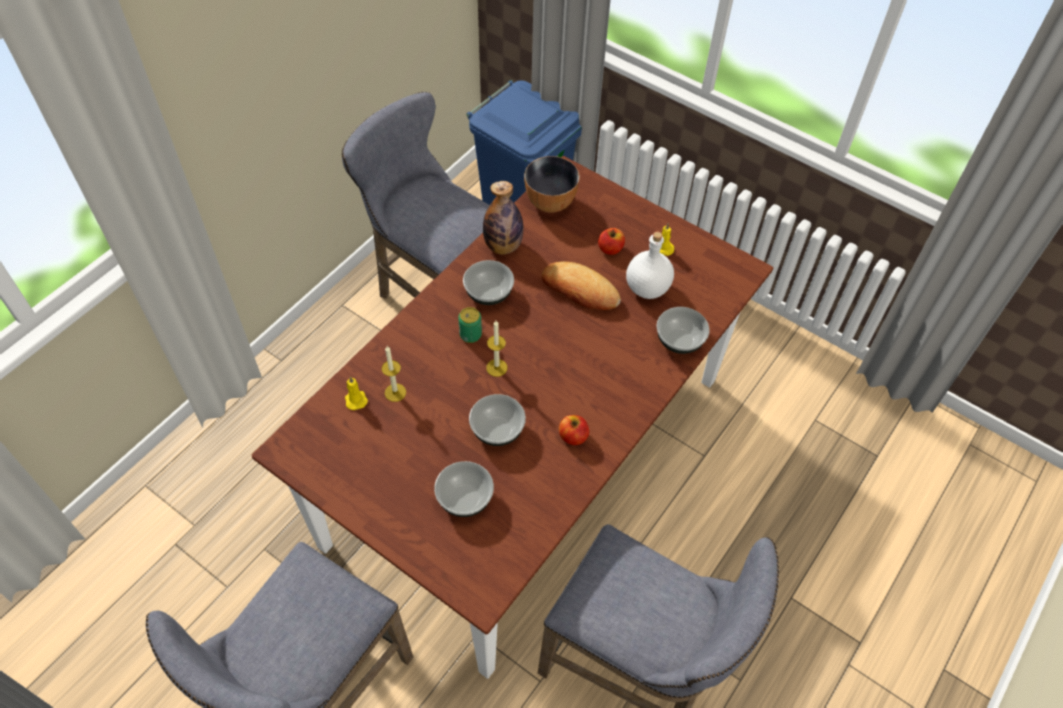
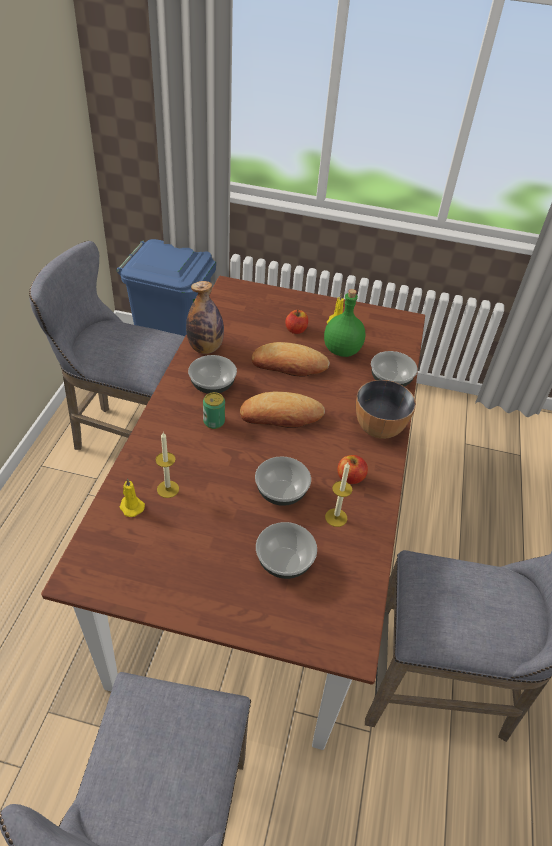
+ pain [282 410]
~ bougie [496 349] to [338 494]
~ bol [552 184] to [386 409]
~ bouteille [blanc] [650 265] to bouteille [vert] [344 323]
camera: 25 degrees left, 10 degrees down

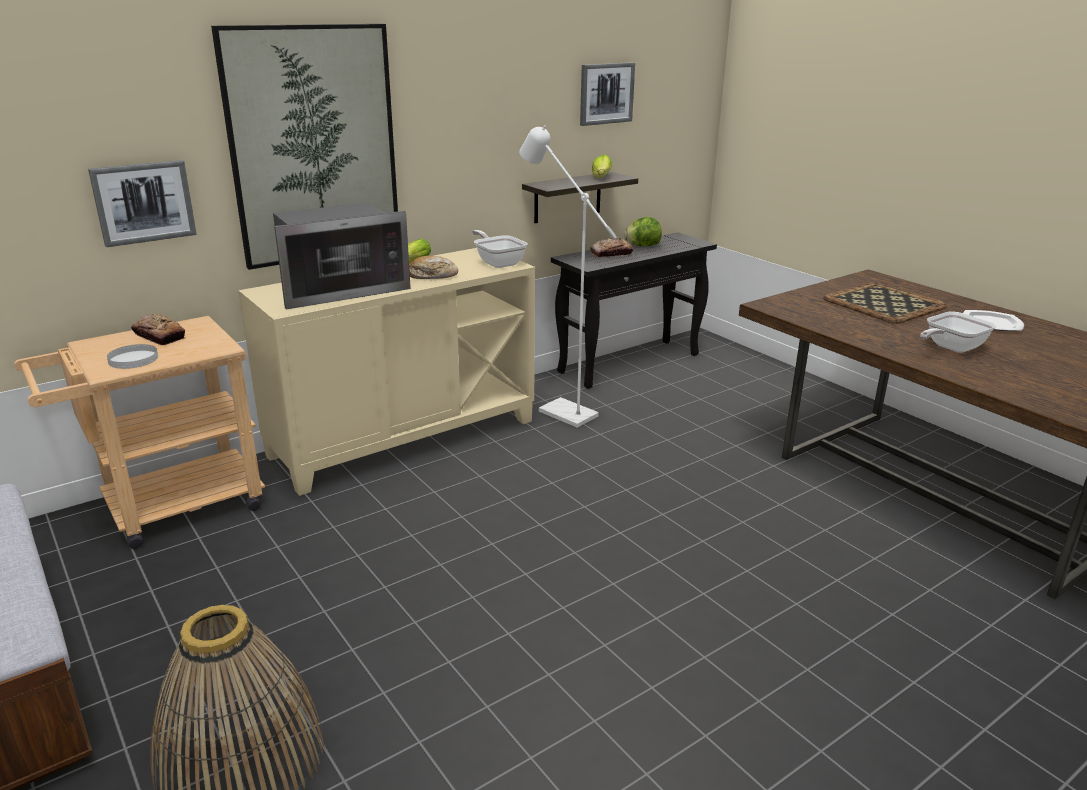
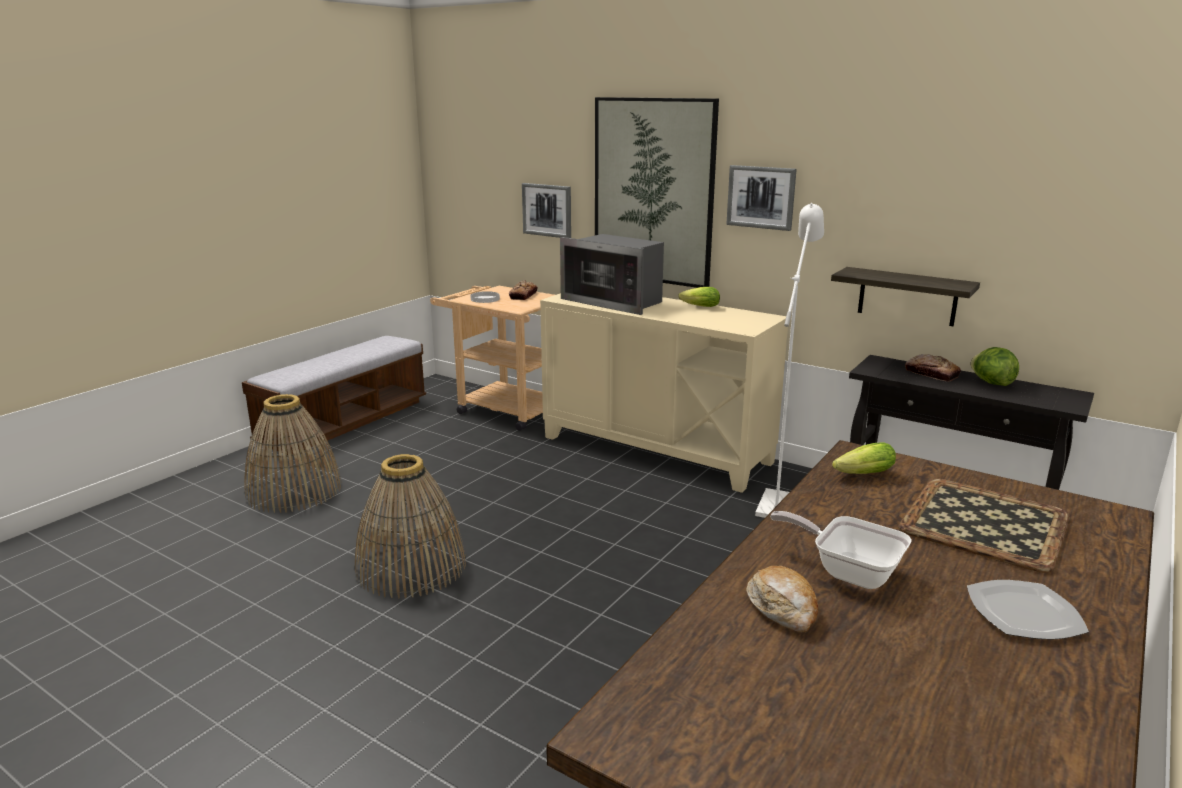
- poêle [500 249]
+ panier [410 526]
~ pain [433 267] to [782 599]
~ tableau [607 94] to [761 198]
~ laitue [602 166] to [864 458]
camera: 70 degrees right, 5 degrees down

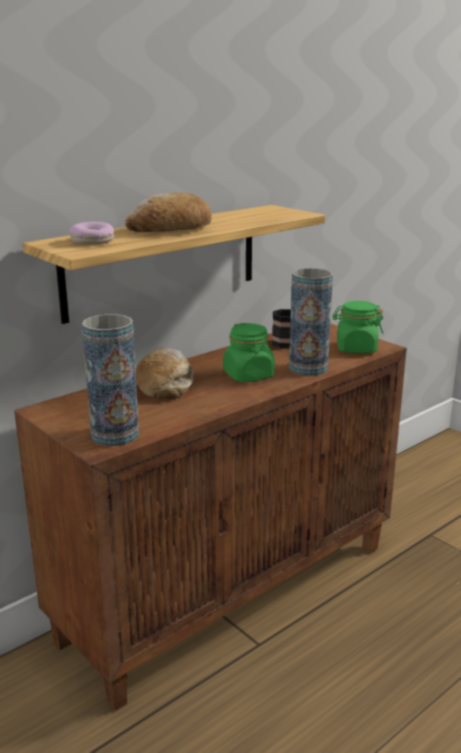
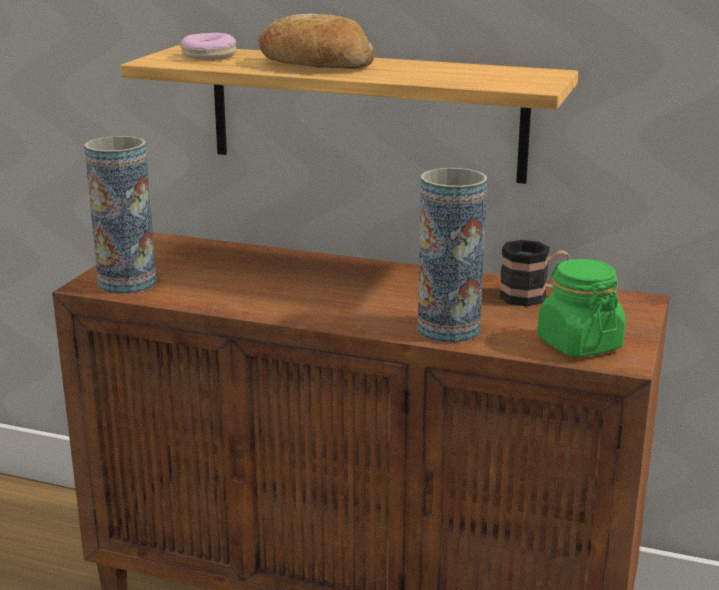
- pain [165 373]
- bocal [vert] [249 352]
camera: 60 degrees right, 0 degrees up

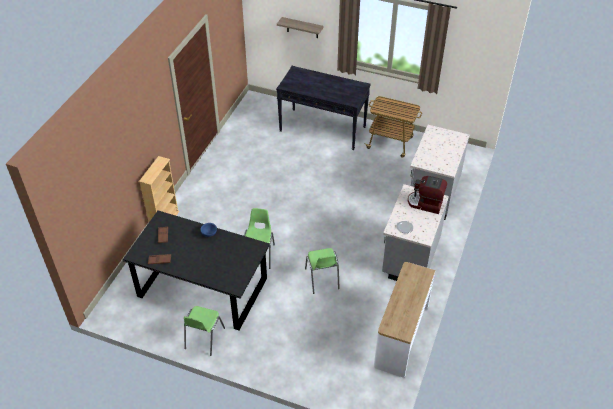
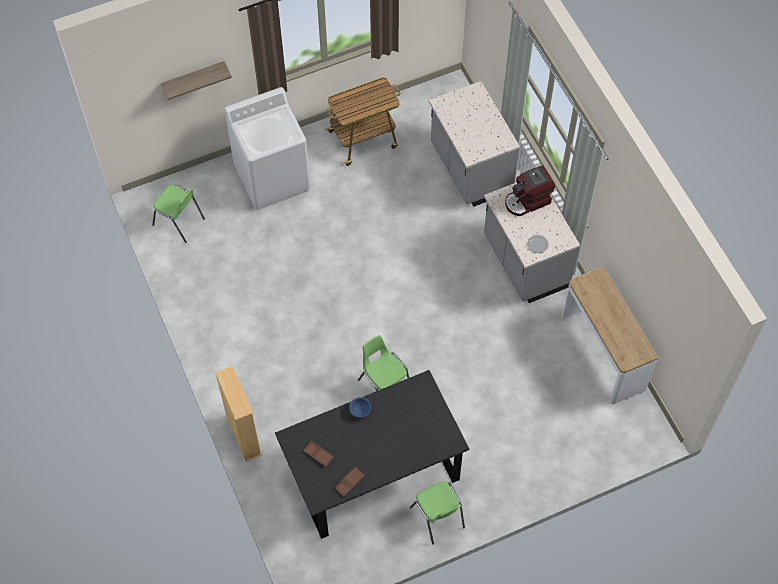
~ chaise [vert] [322 271] to [178 214]
~ table console [noir] [323 108] to lave-linge [blanc] [267 148]
camera: 45 degrees left, 15 degrees up

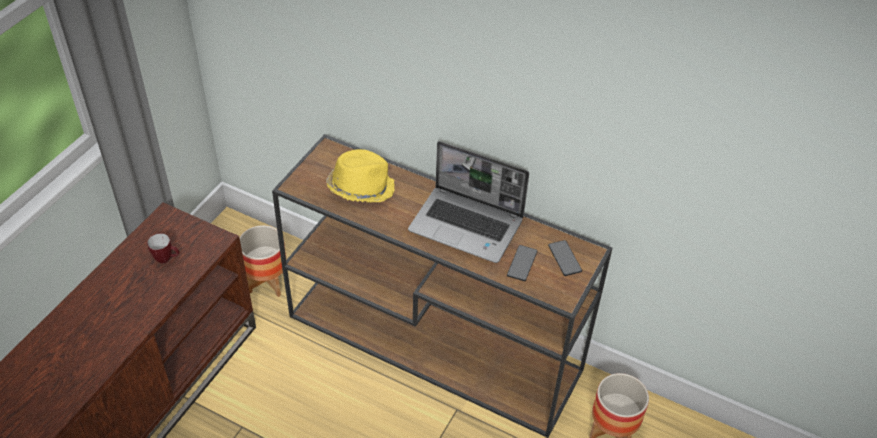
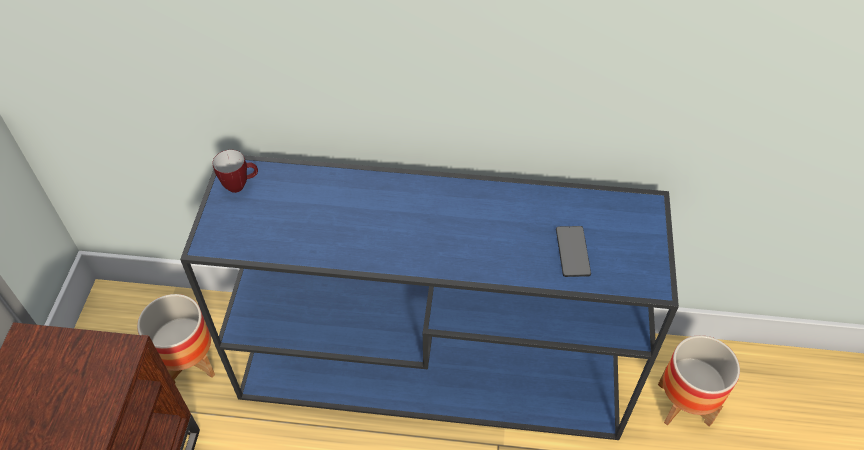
- chapeau [jaune] [360 176]
- ordinateur portable [468 202]
- téléphone [565 258]
~ mug [163 248] to [235 171]
~ table console [marron] [442 286] to table console [bleu] [429 297]
camera: 20 degrees left, 5 degrees up

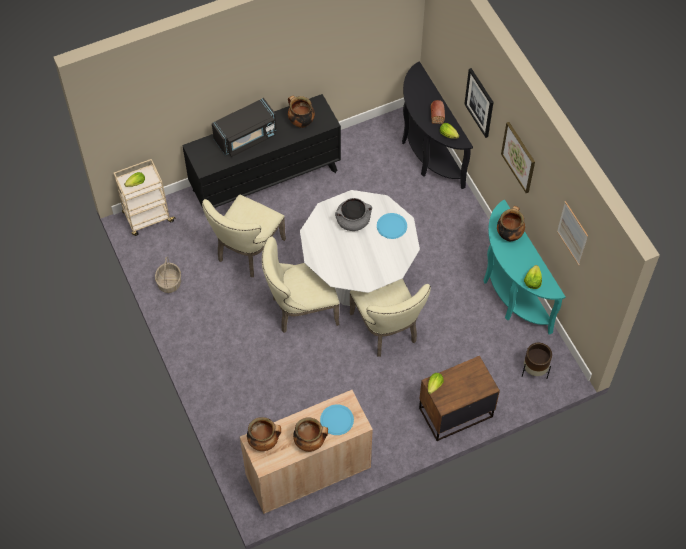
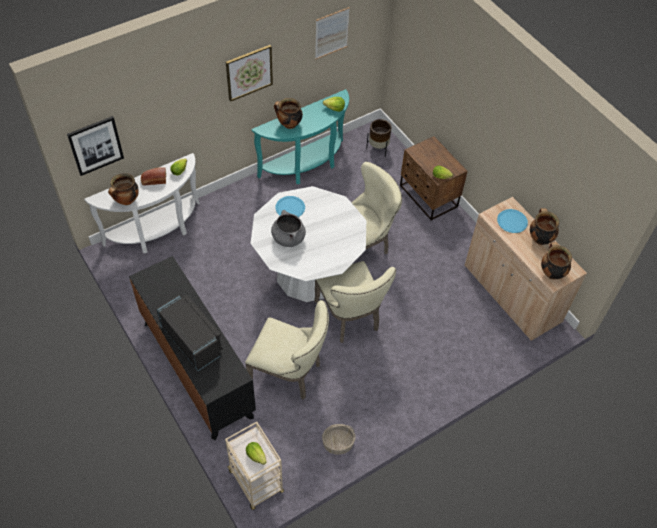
~ marmite [301 112] to [123 189]
~ tableau [478 103] to [95 146]
~ table console [noir] [437 125] to table console [blanc] [142 203]
camera: 100 degrees left, 5 degrees down

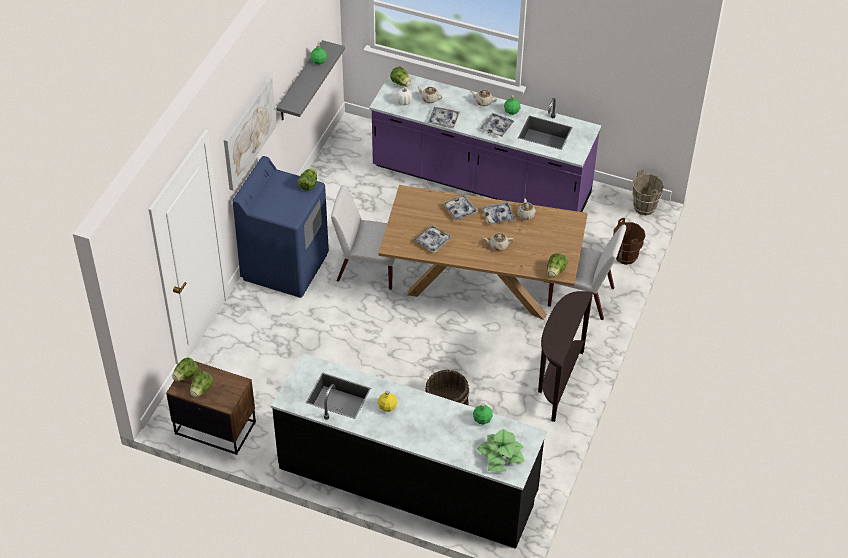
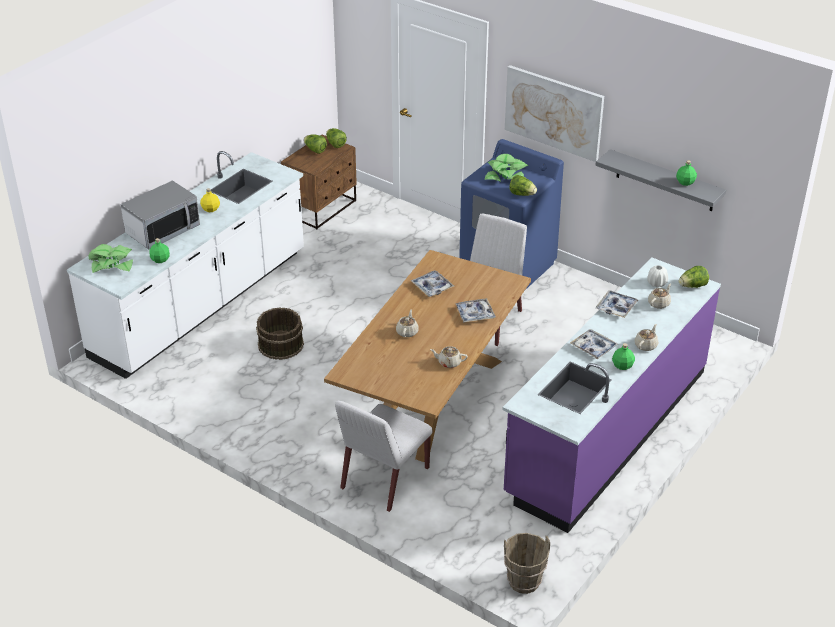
- plateau [498 213]
- table console [marron] [565 356]
- laitue [558 265]
- seau [marron] [629 241]
+ micro-ondes [160 214]
+ plante en pot [506 168]
~ comptoir de cuisine [noir] [409 451] to comptoir de cuisine [blanc] [185 265]
camera: 105 degrees right, 10 degrees down

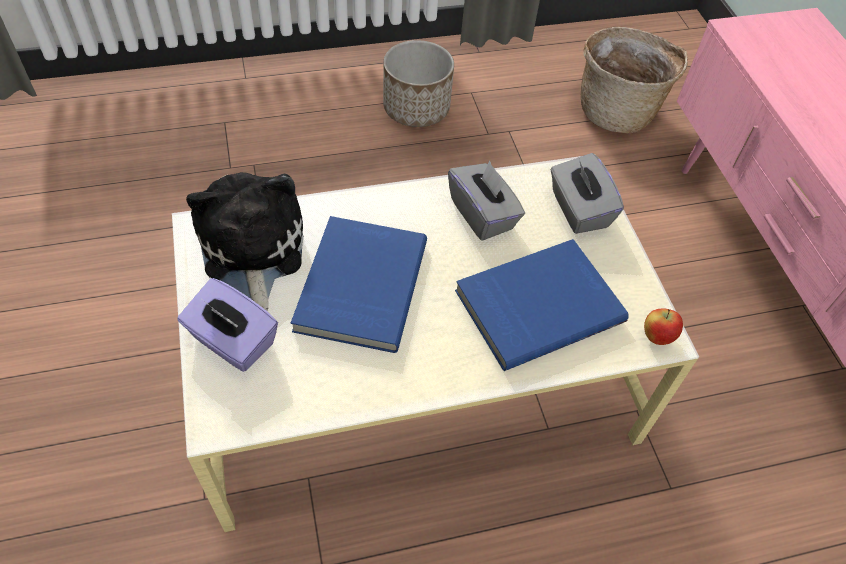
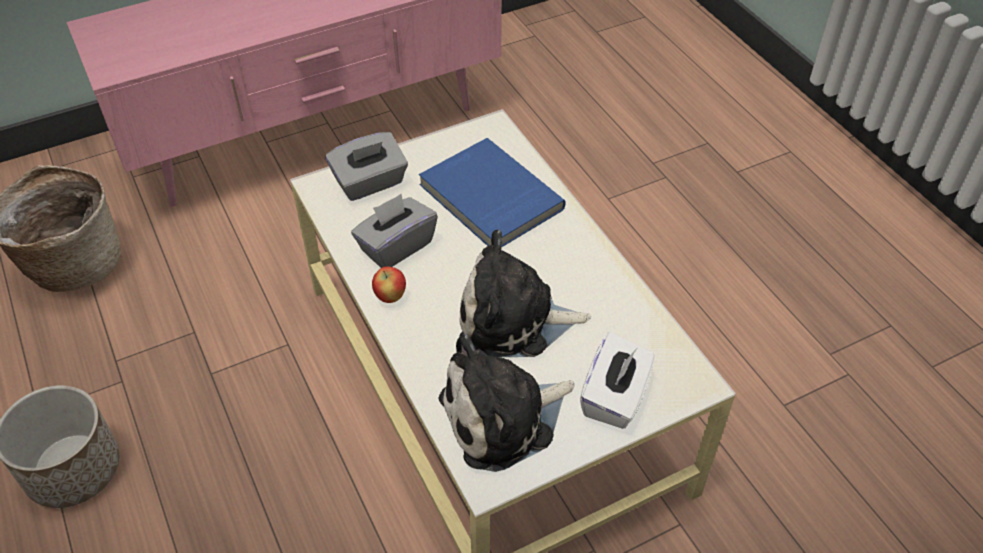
~ pomme [663 326] to [389 284]
~ livre [bleu] [359 284] to peluche [525 293]
~ boîte à mouchoirs [violet] [227 325] to boîte à mouchoirs [blanc] [617 380]
camera: 100 degrees left, 5 degrees down

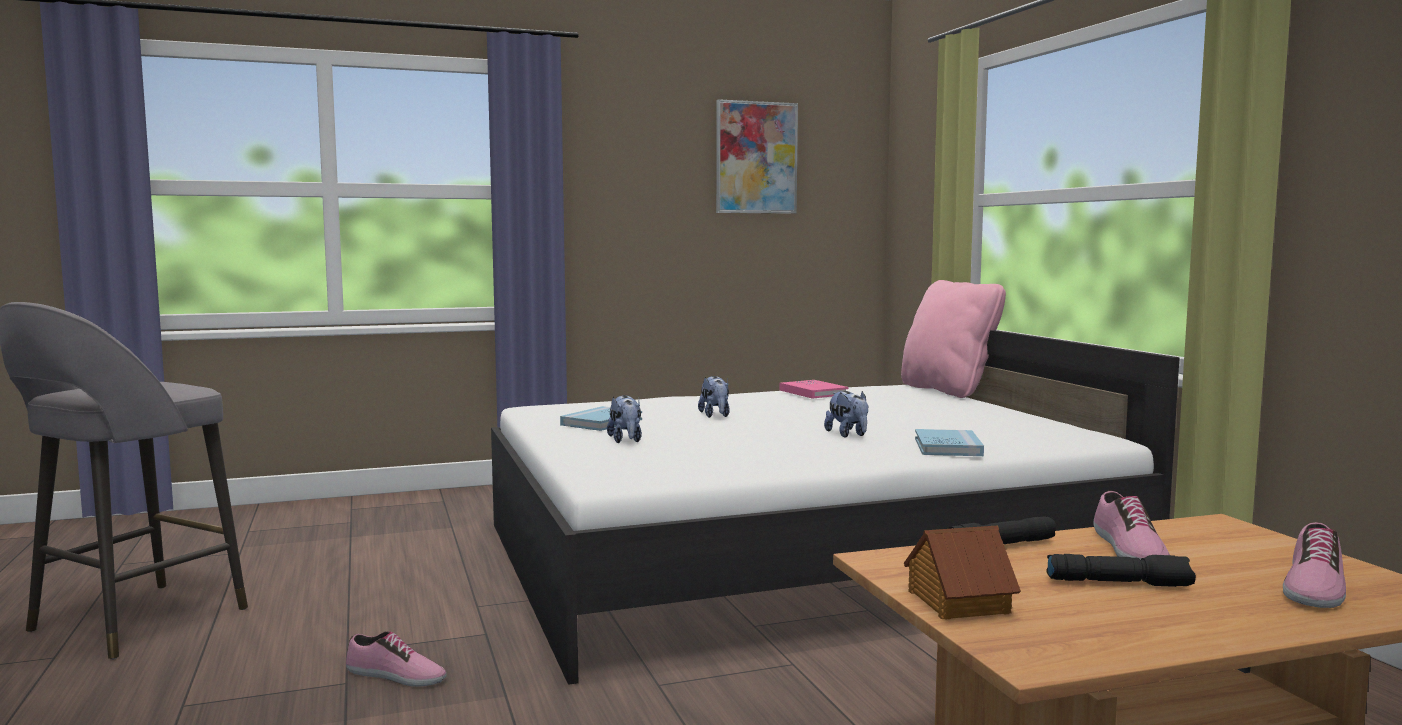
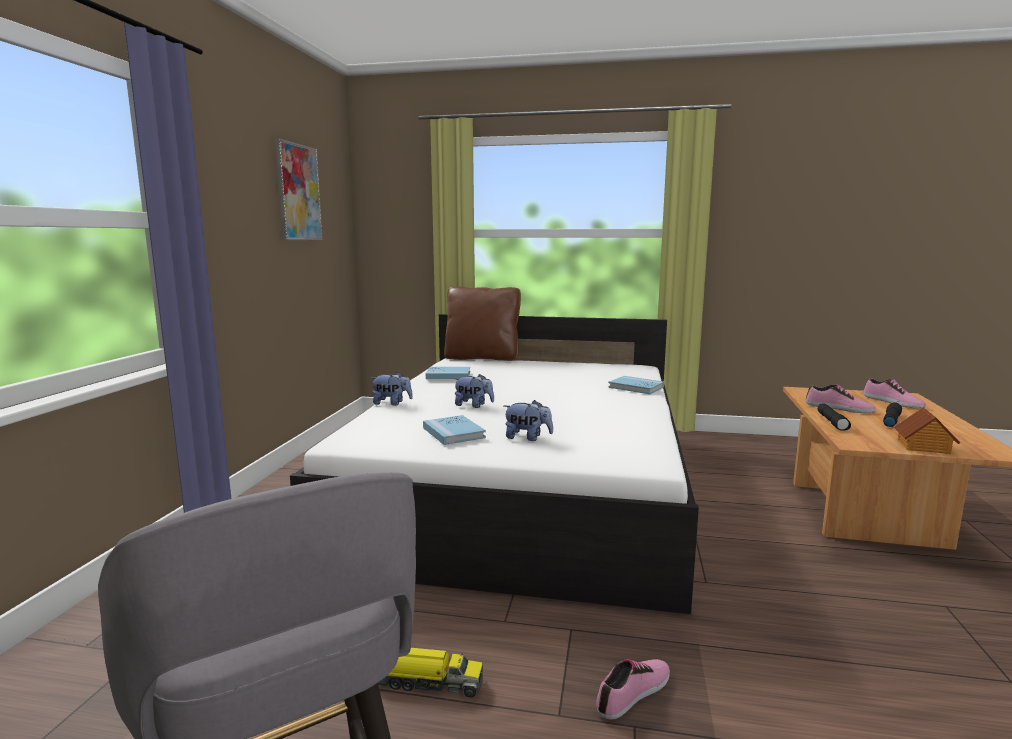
+ camion jouet [430 672]
~ peluche [846 414] to [391 389]
~ livre [rose] [814 389] to livre [bleu] [448 373]
~ coussin [rose] [953 339] to coussin [marron] [482 324]
camera: 60 degrees left, 5 degrees up

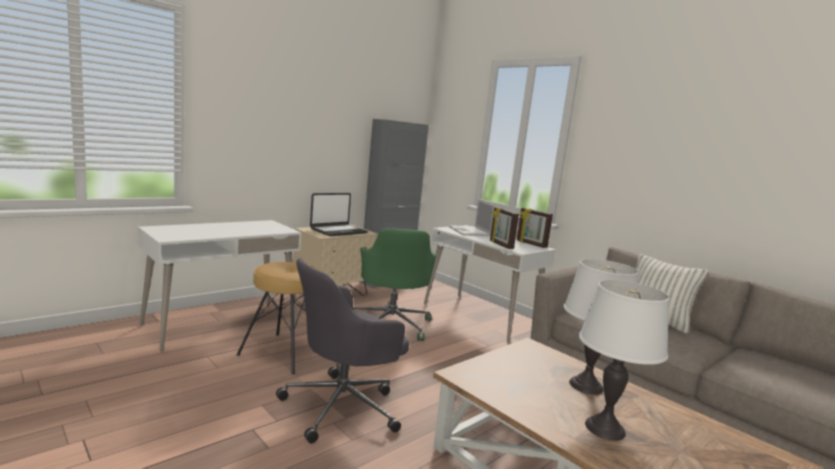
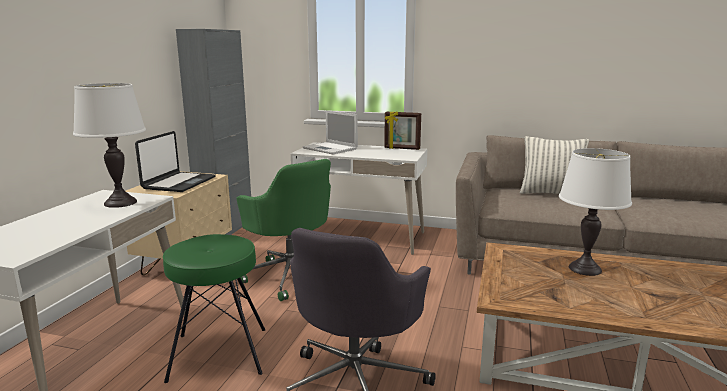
- cadre photo [504 228]
~ lampe de table [blanc] [624 360] to [109 145]
~ tabouret [marron] [278 318] to tabouret [vert] [214 308]
camera: 30 degrees left, 5 degrees up

